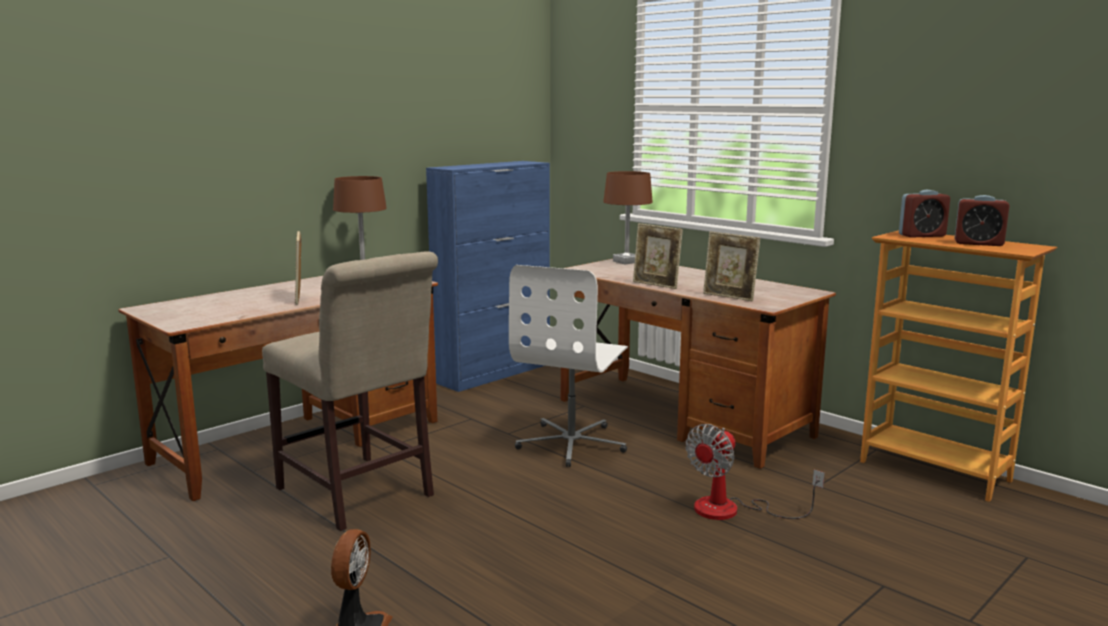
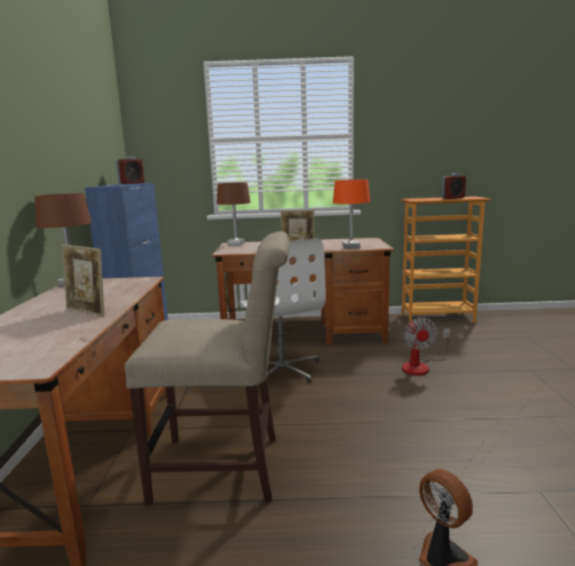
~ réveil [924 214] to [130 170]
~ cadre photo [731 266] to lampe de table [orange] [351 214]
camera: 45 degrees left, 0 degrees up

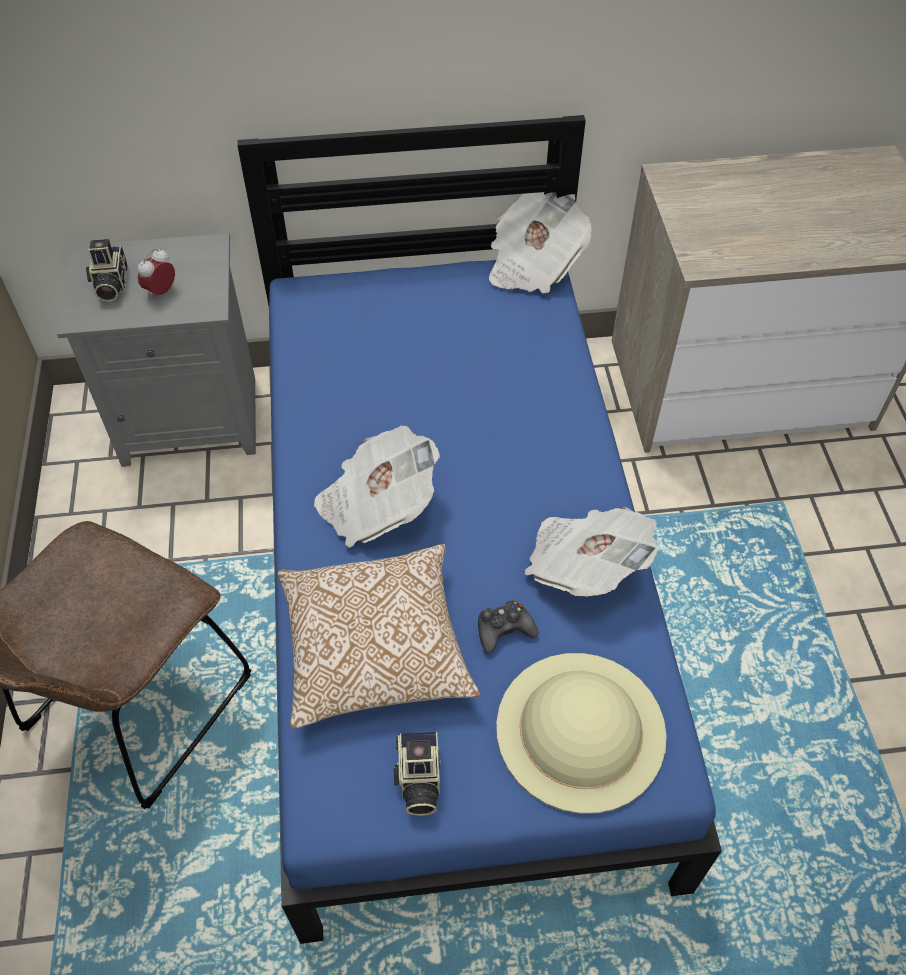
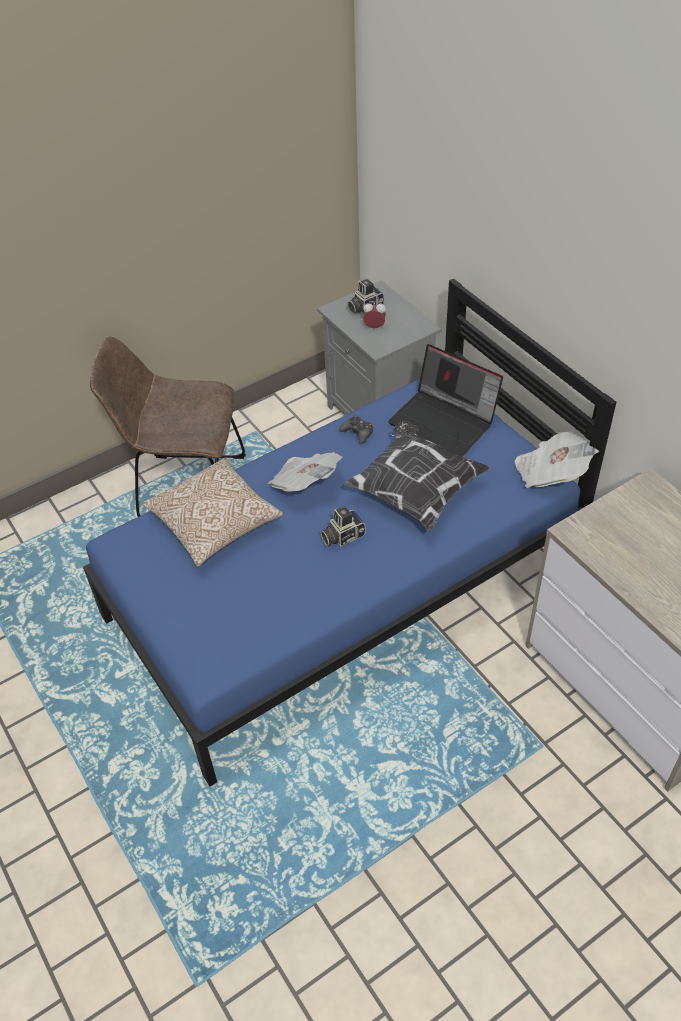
- chapeau [beige] [581 733]
- journal [590 552]
+ coussin [417 476]
+ ordinateur portable [445 400]
~ appareil photo [417 773] to [343 526]
~ manette [noir] [508 627] to [356 429]
camera: 65 degrees right, 5 degrees down

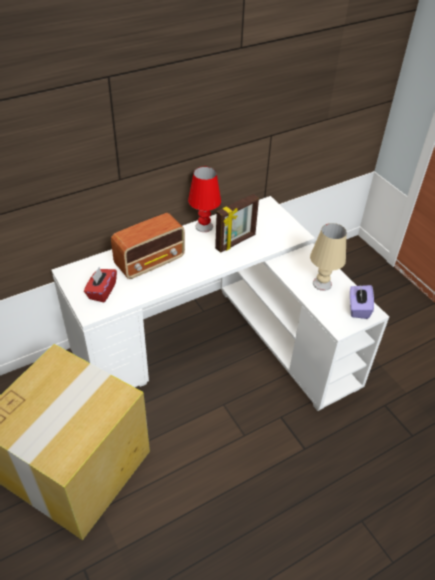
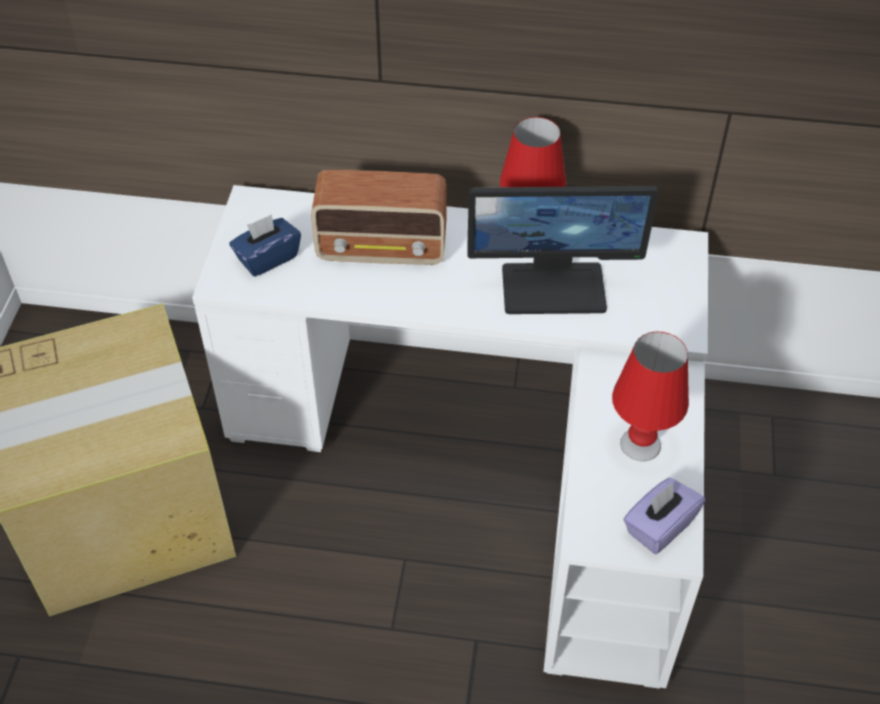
~ cadre photo [237 223] to écran d'ordinateur [563 250]
~ boîte à mouchoirs [rouge] [100 284] to boîte à mouchoirs [bleu] [265 245]
~ lampe de table [beige] [328 257] to lampe de table [rouge] [650 396]
camera: 40 degrees right, 5 degrees up

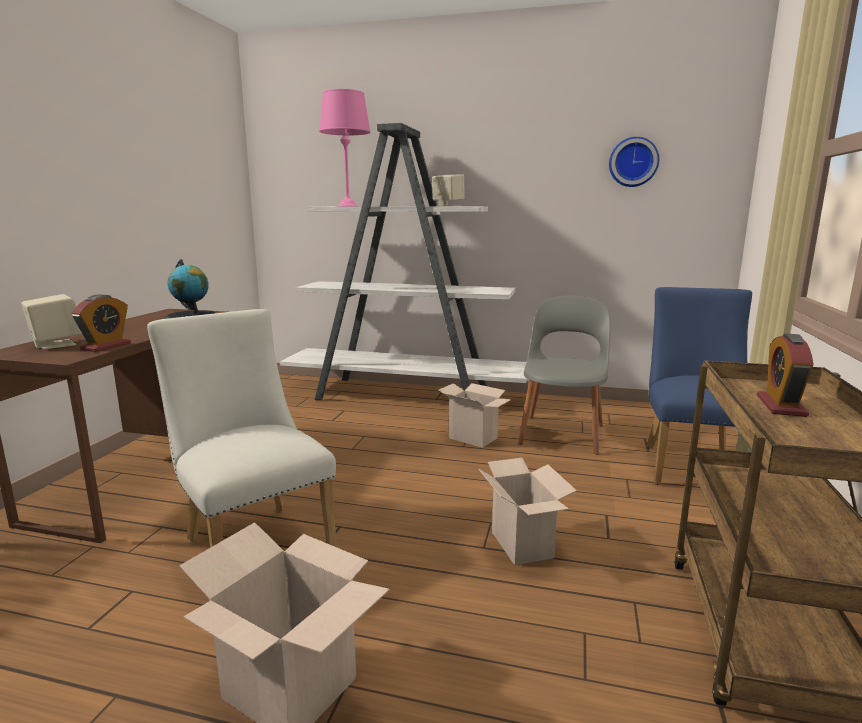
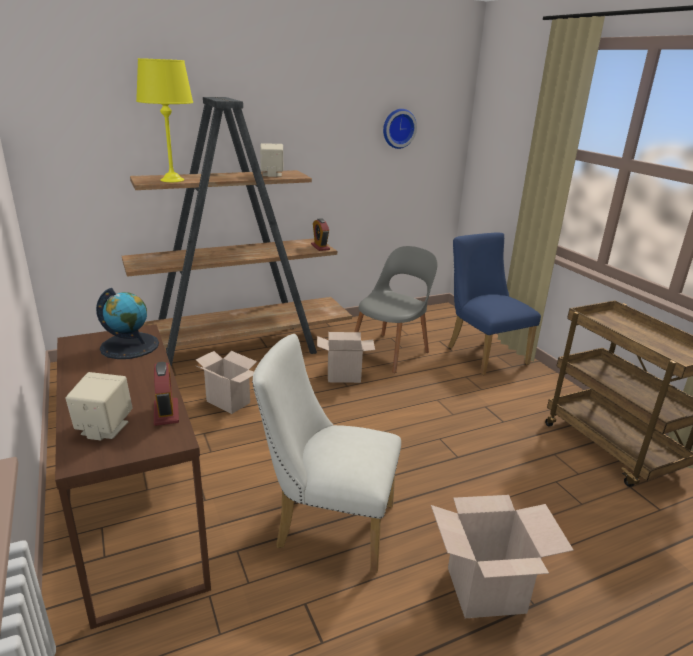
~ carton [528 511] to [226 382]
~ réveil [785 375] to [320 234]
~ bibliothèque [blanc] [403 261] to bibliothèque [marron] [237 232]
~ lampe de table [rose] [345 148] to lampe de table [jaune] [164 120]
~ chaise [gris] [564 375] = [396 309] 60 degrees clockwise
camera: 40 degrees left, 10 degrees up

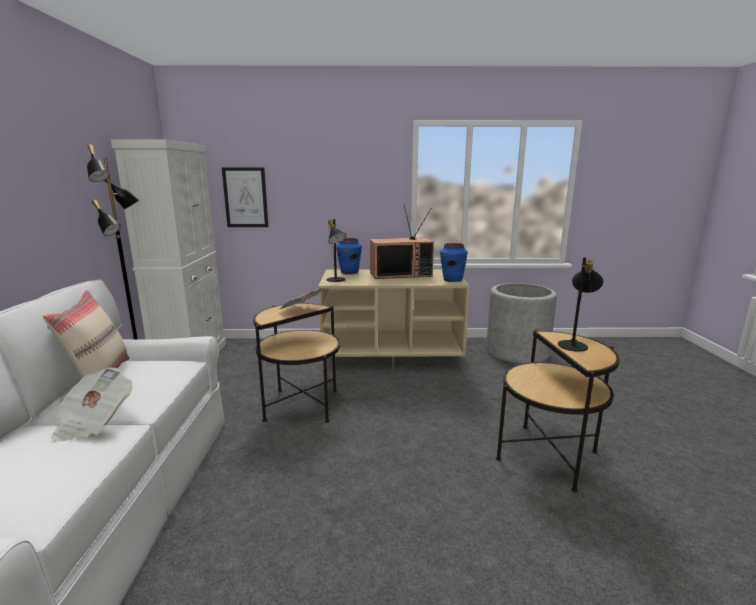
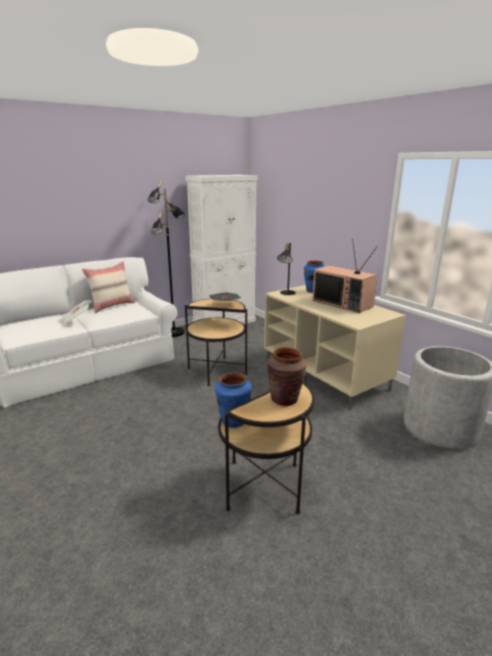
- tableau [245 197]
~ vase [bleu] [454 262] to [233 400]
~ lampe de table [noir] [580 304] to vase [marron] [287 376]
camera: 55 degrees right, 5 degrees up

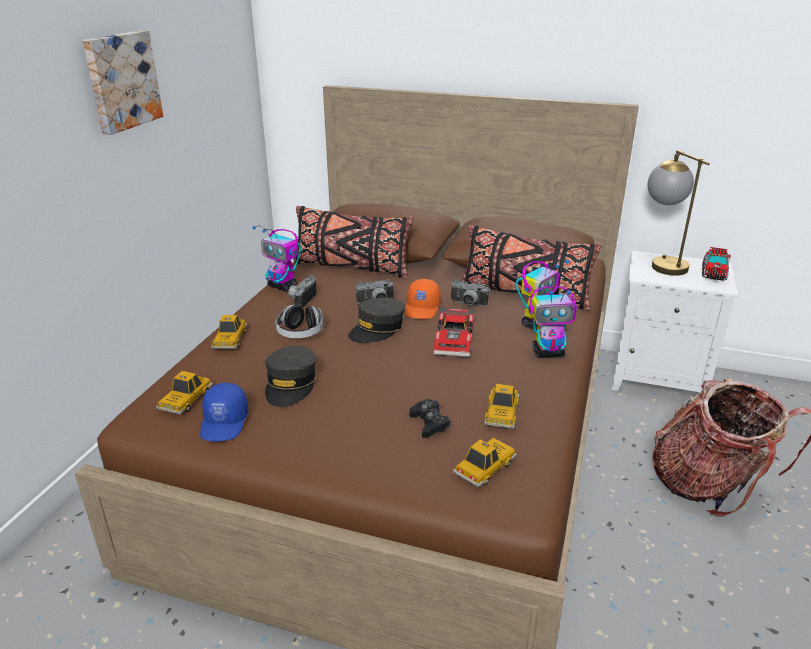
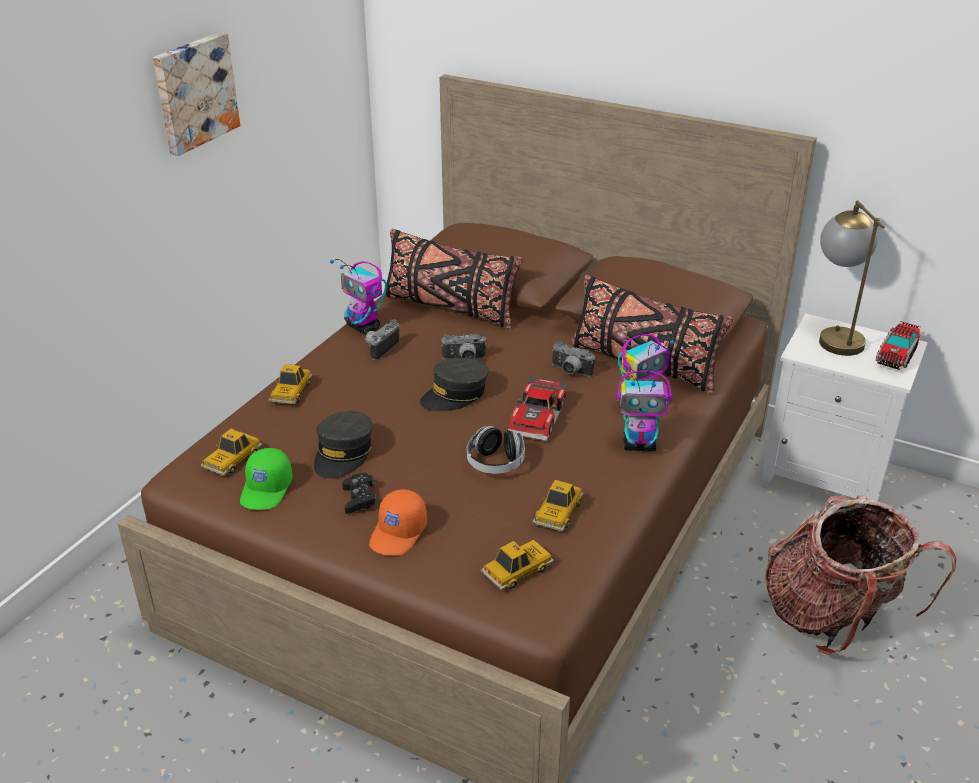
~ casque audio [299 321] to [496 450]
~ casquette [orange] [423 299] to [398 522]
~ manette [noir] [429 418] to [359 493]
~ casquette [bleu] [224 412] to casquette [vert] [266 479]
camera: 10 degrees right, 5 degrees up

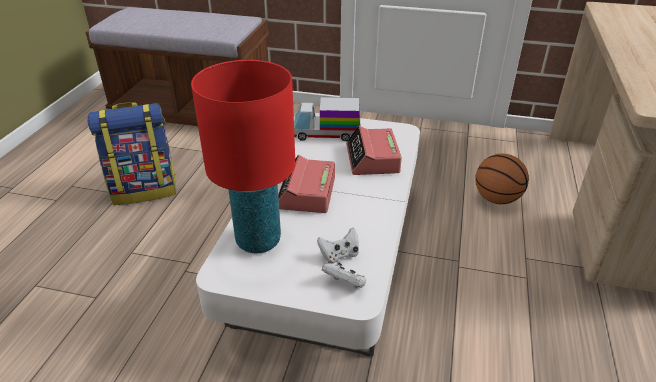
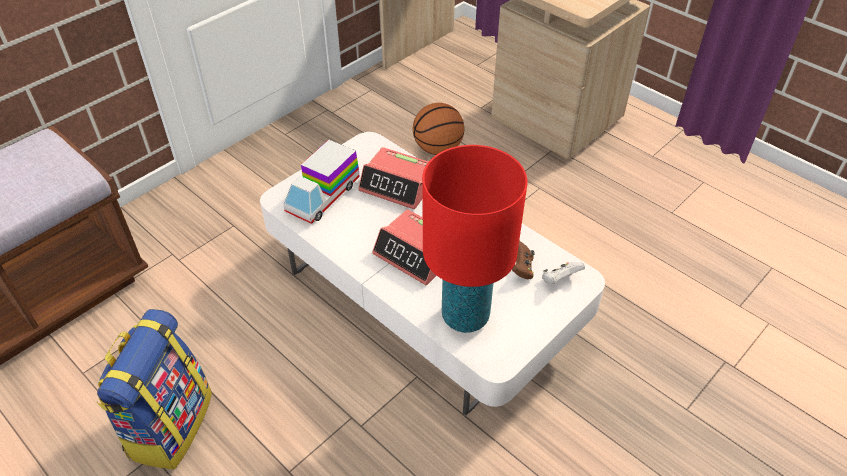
~ manette [blanc] [338 246] to manette [marron] [523 260]
camera: 60 degrees left, 10 degrees up

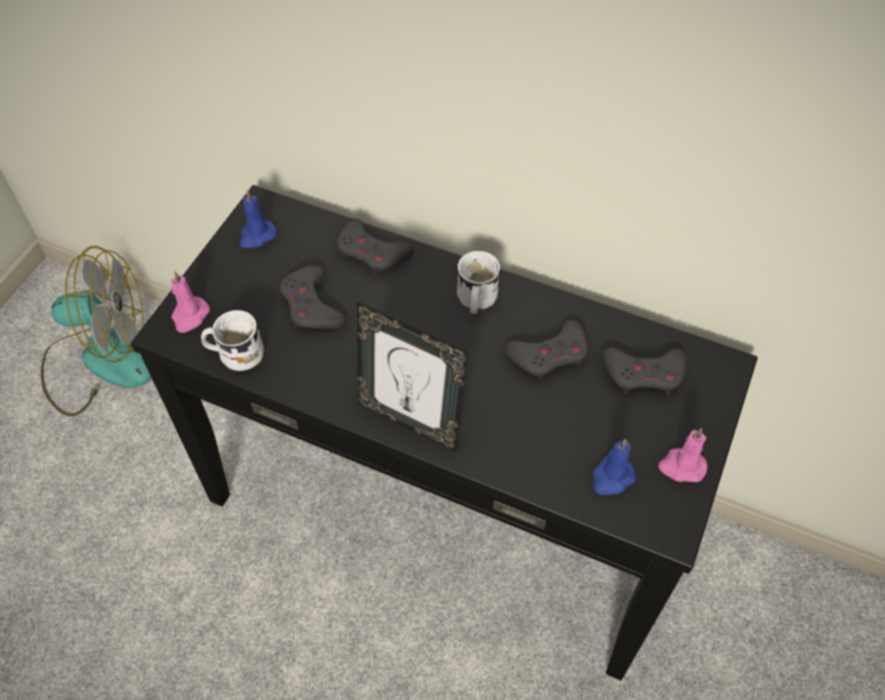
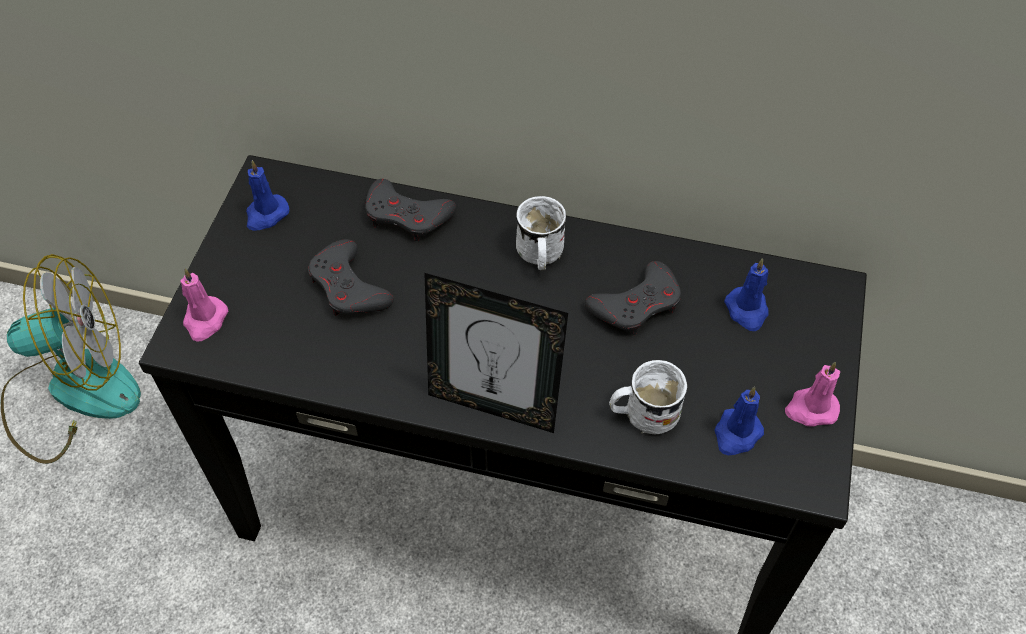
~ mug [blanc] [232 340] to [648 397]
~ manette [gris] [644 371] to bougie [bleu] [746 294]
camera: 10 degrees left, 0 degrees up

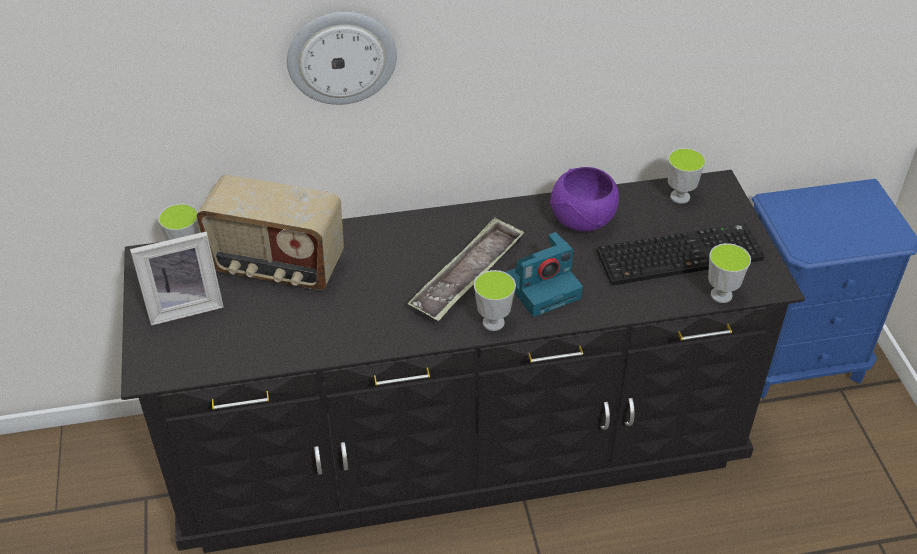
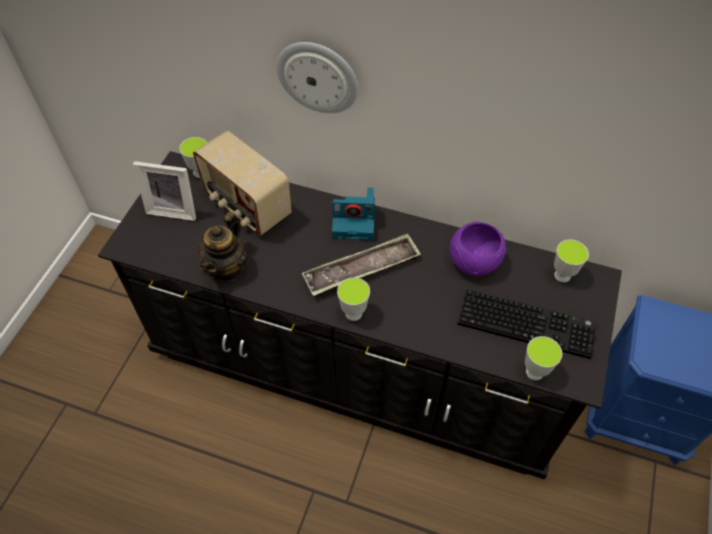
+ théière [222 247]
~ appareil photo [544 274] to [353 214]
camera: 30 degrees right, 10 degrees up

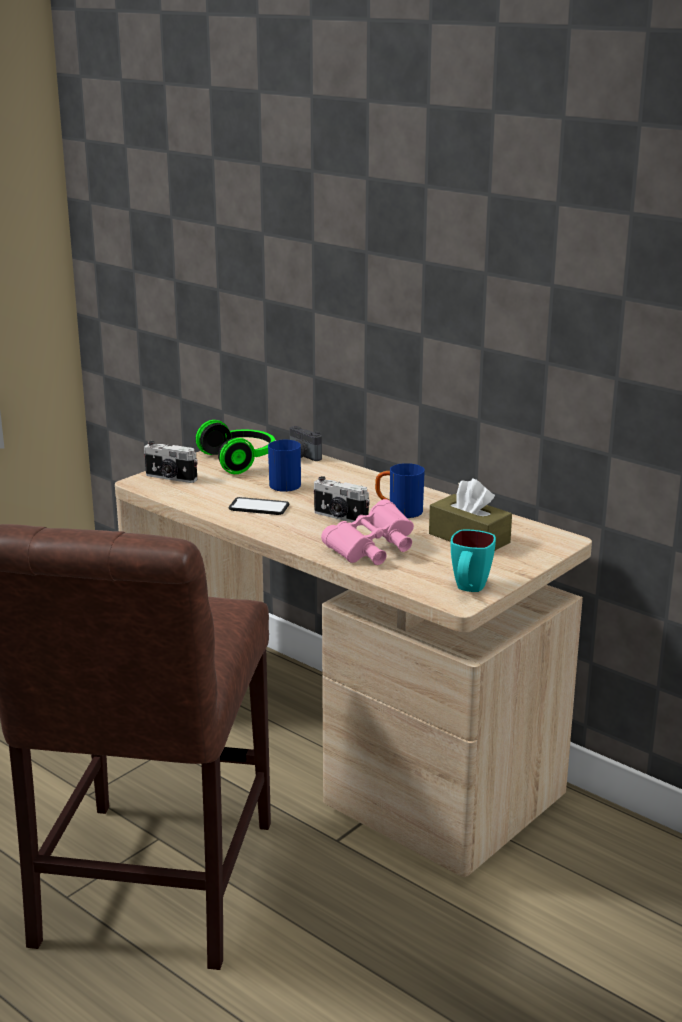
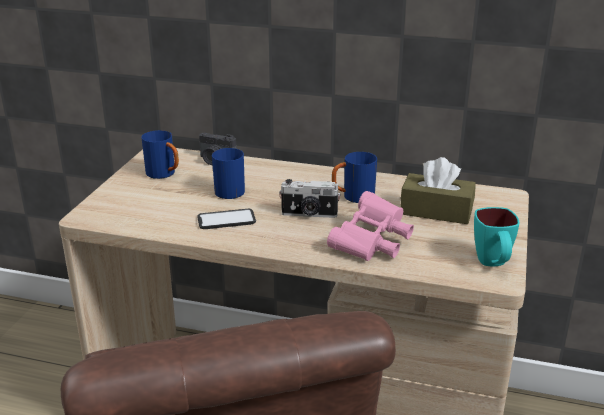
- appareil photo [170 462]
~ casque audio [235 447] to mug [bleu] [160 154]
camera: 25 degrees left, 5 degrees up

